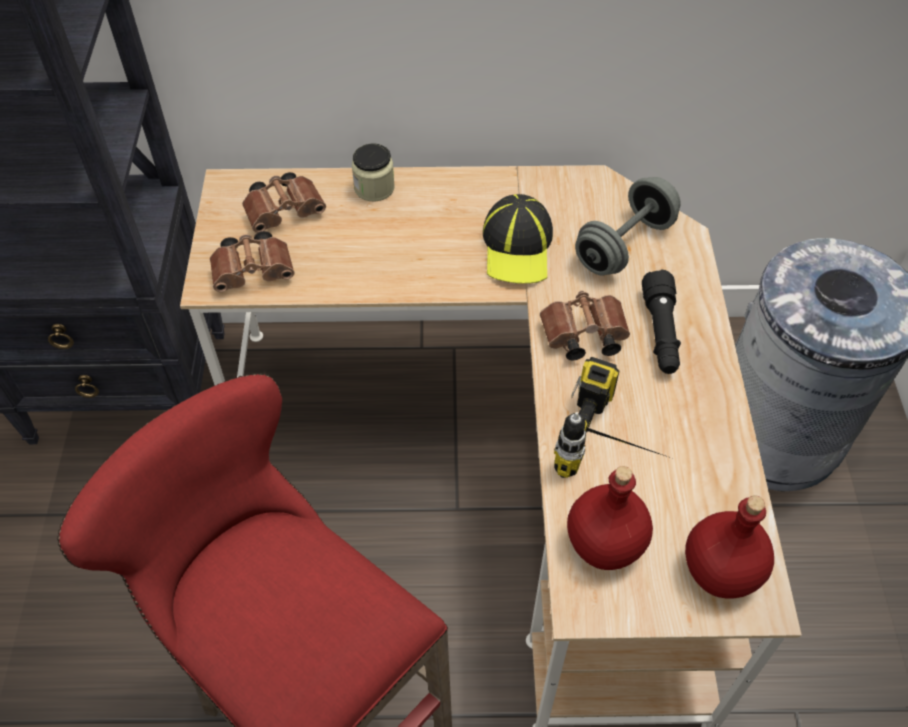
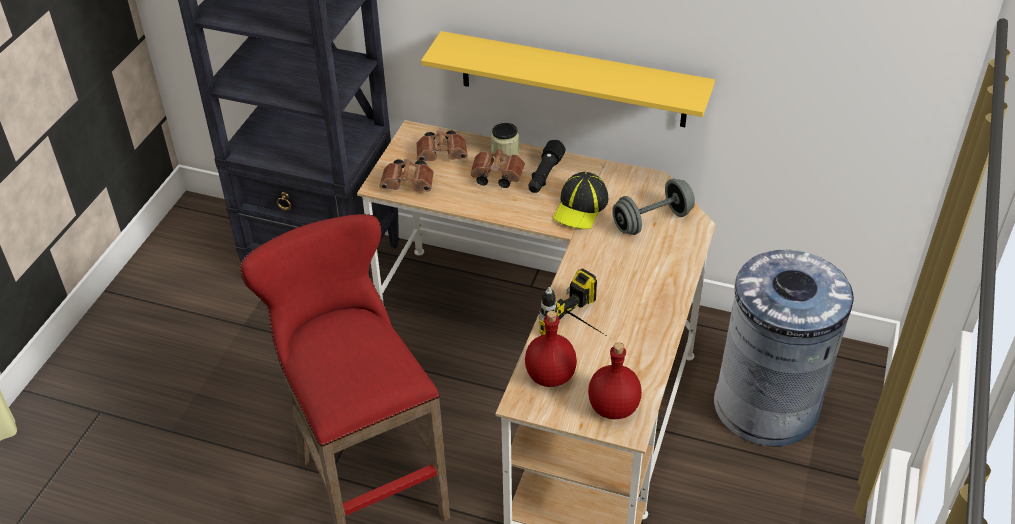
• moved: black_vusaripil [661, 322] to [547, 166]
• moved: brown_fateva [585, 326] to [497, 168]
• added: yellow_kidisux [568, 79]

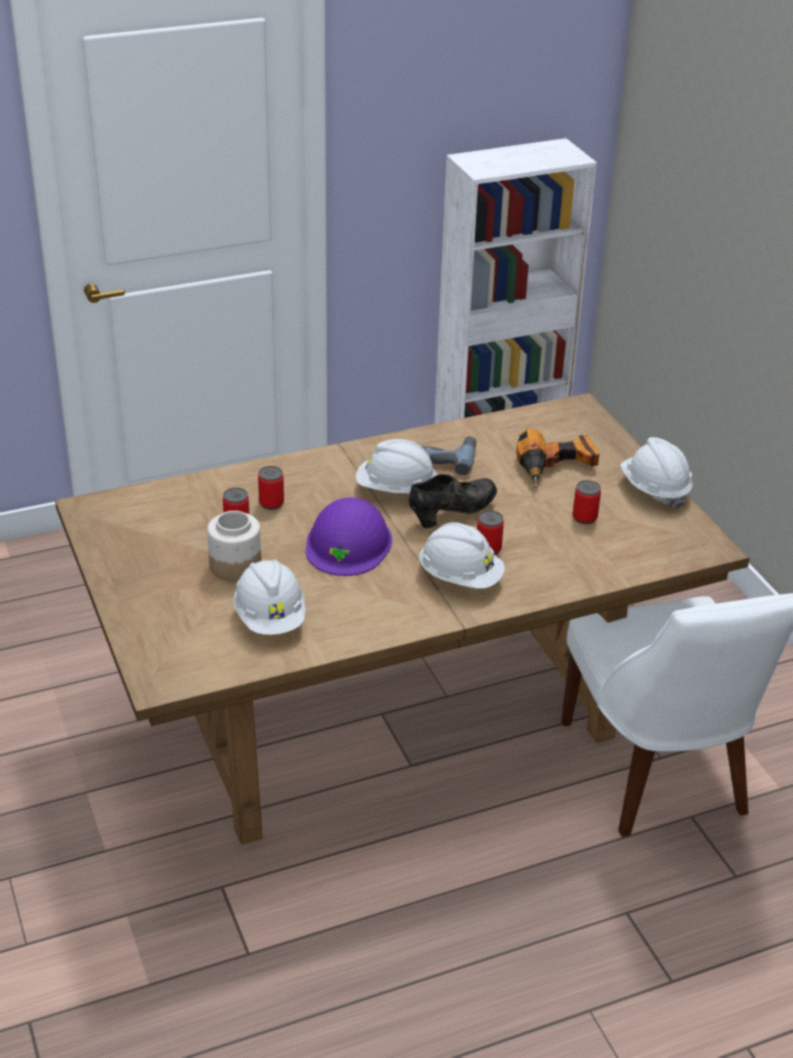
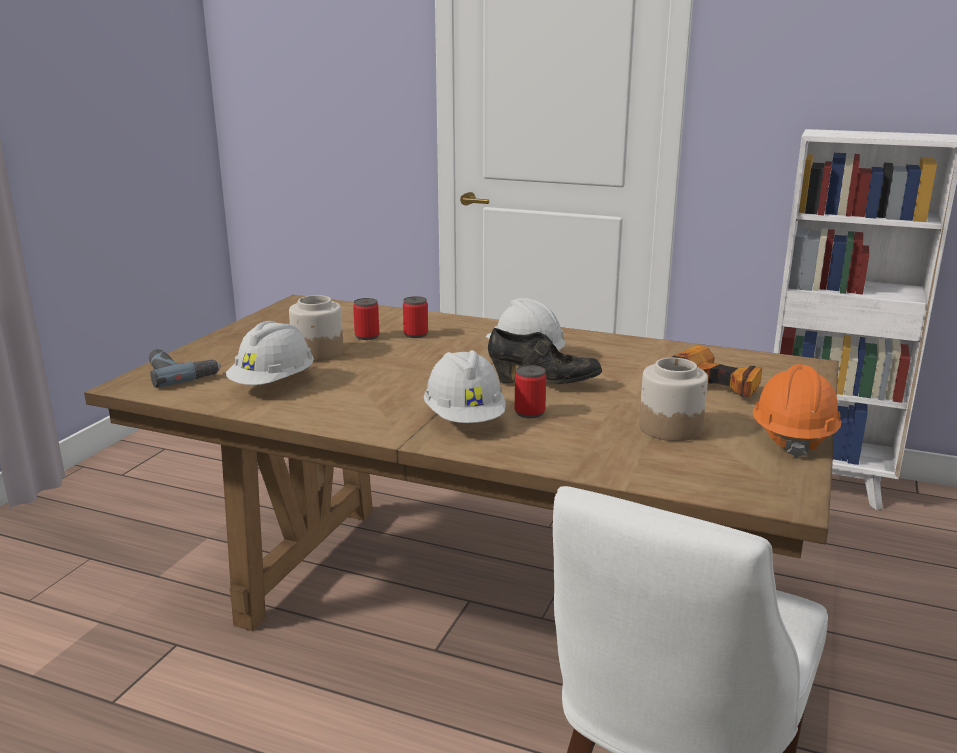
• moved: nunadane [449, 455] to [185, 368]
• recoloured: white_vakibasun [656, 473] to orange_vakibasun [797, 411]
• replaced: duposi [587, 502] to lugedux [673, 399]
• removed: purple_vakibasun [349, 536]

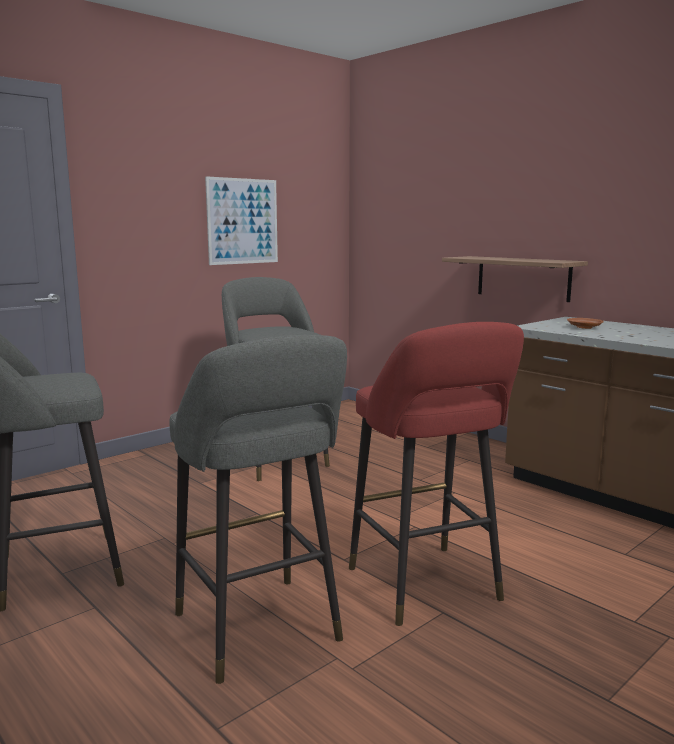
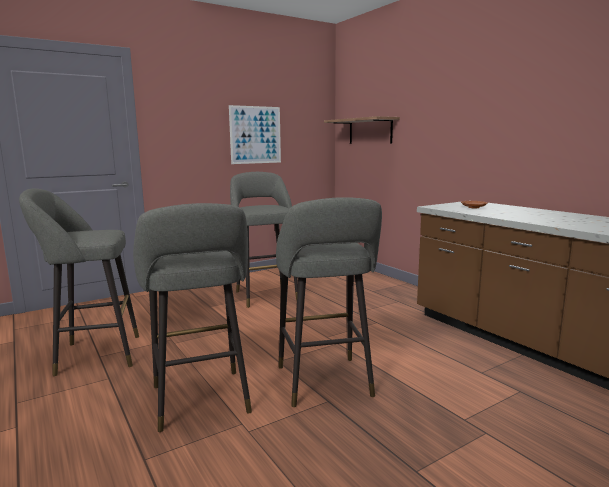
• moved: kidisux [515, 279] to [362, 130]
• recoloured: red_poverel [436, 474] to grey_poverel [329, 302]

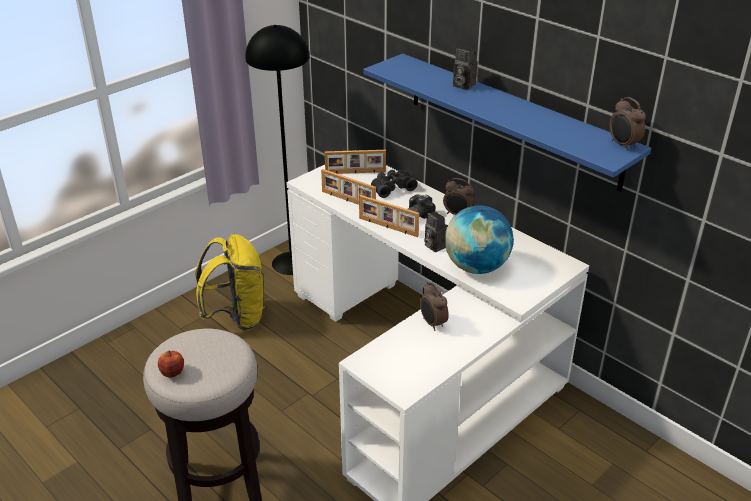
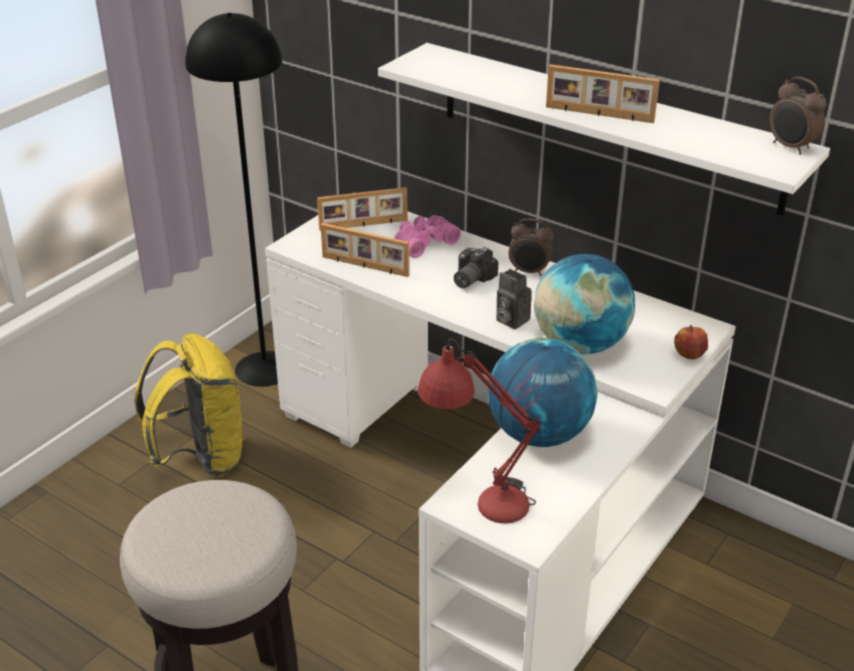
• removed: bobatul [465, 68]
• recoloured: blue_kidisux [507, 123] to white_kidisux [604, 129]
• recoloured: black_fateva [394, 184] to pink_fateva [427, 236]
• moved: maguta [389, 216] to [603, 93]
• replaced: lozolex [434, 306] to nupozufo [542, 392]
• moved: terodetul [171, 364] to [691, 342]
• added: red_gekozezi [479, 431]

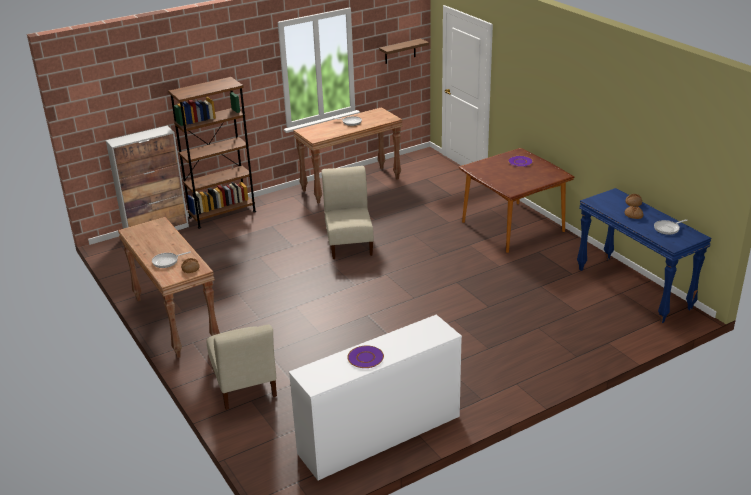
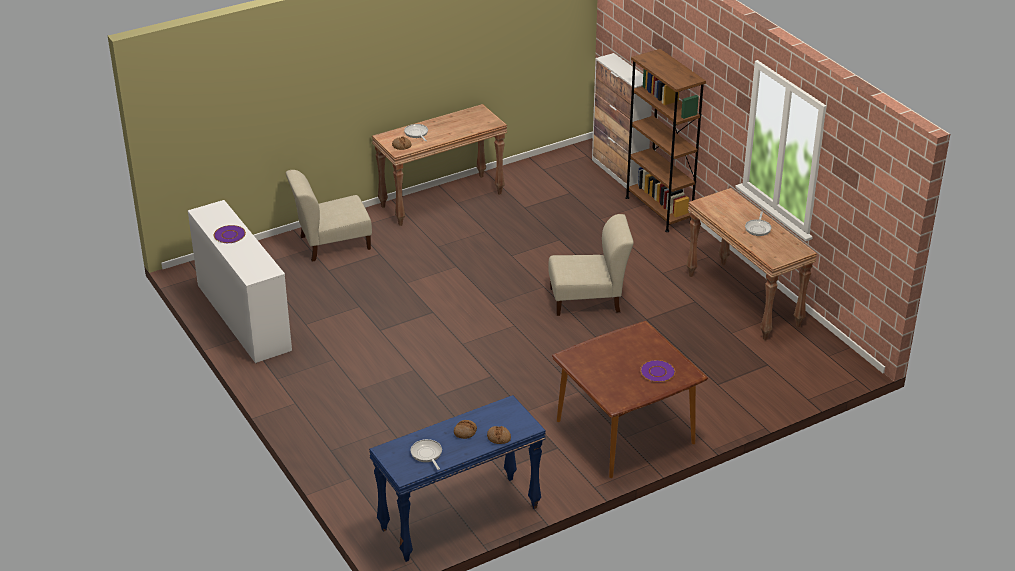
• removed: kidisux [404, 51]

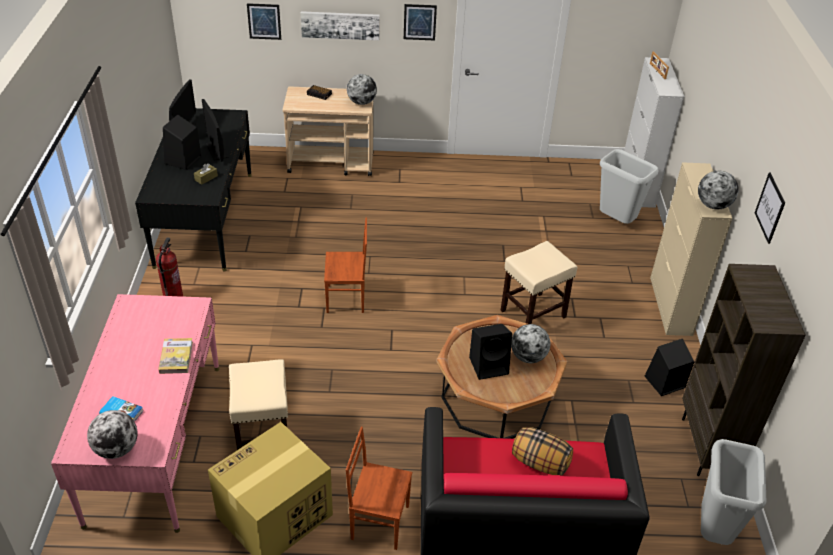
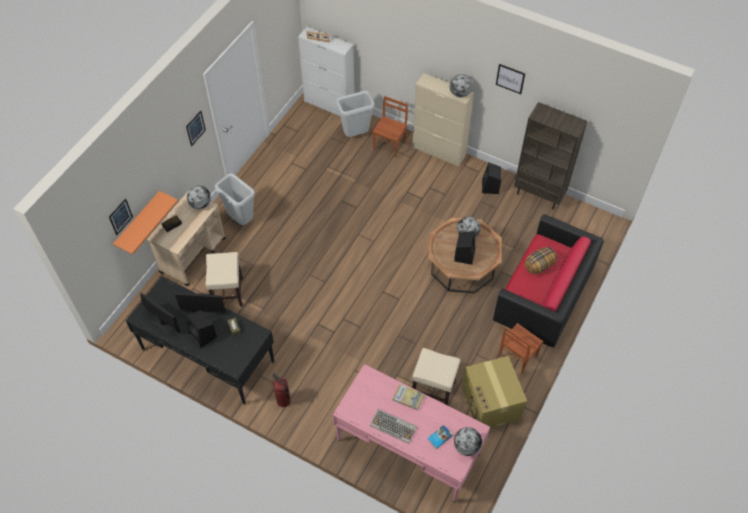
• removed: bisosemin [340, 25]
• moved: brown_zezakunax [345, 265] to [390, 127]
• moved: beige_poverel [539, 282] to [224, 279]
• moved: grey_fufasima [733, 492] to [235, 199]
• added: orange_kidisux [145, 223]
• added: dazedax [393, 426]

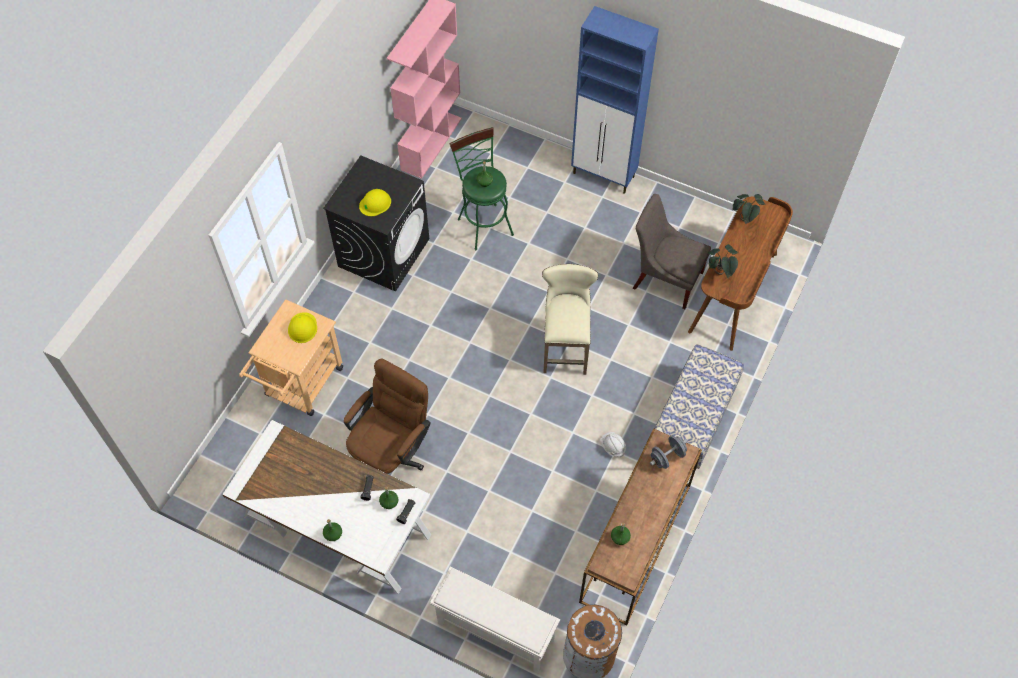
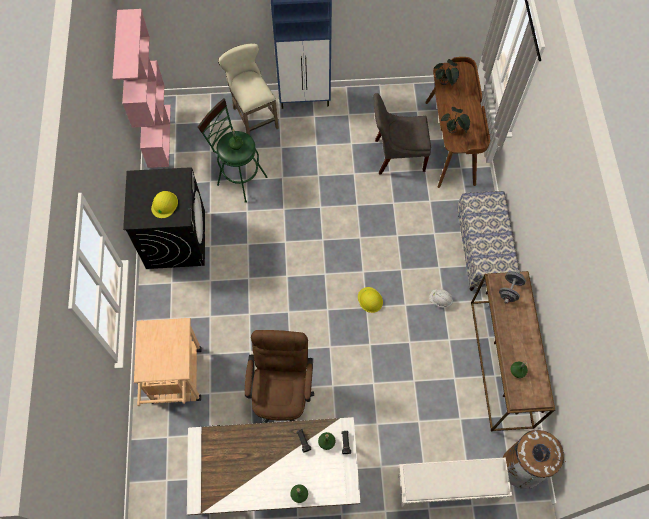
• moved: beige_poverel [570, 319] to [248, 89]
• moved: yellow_vakibasun [302, 327] to [370, 300]

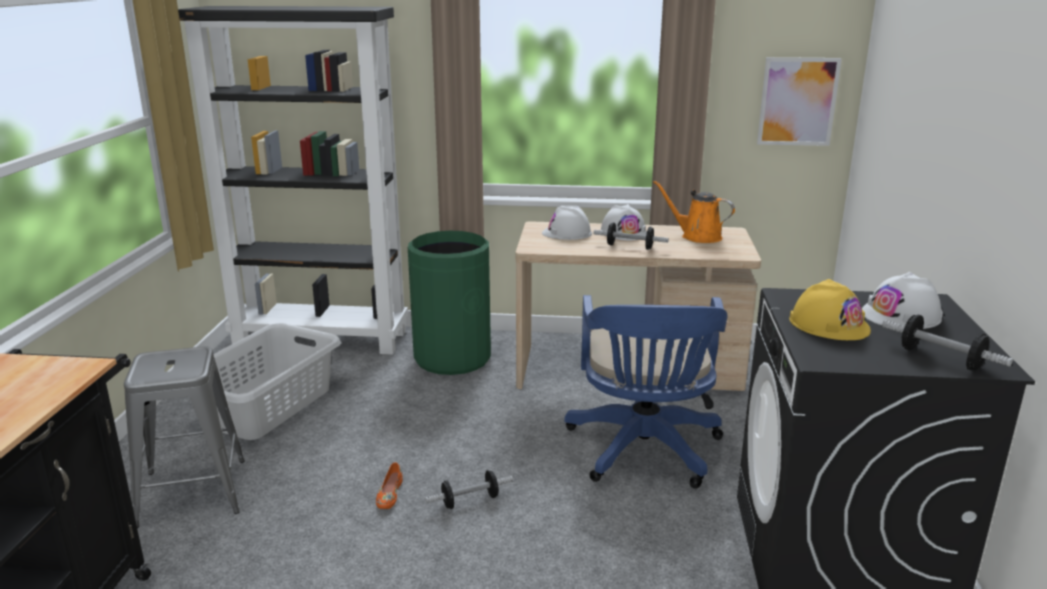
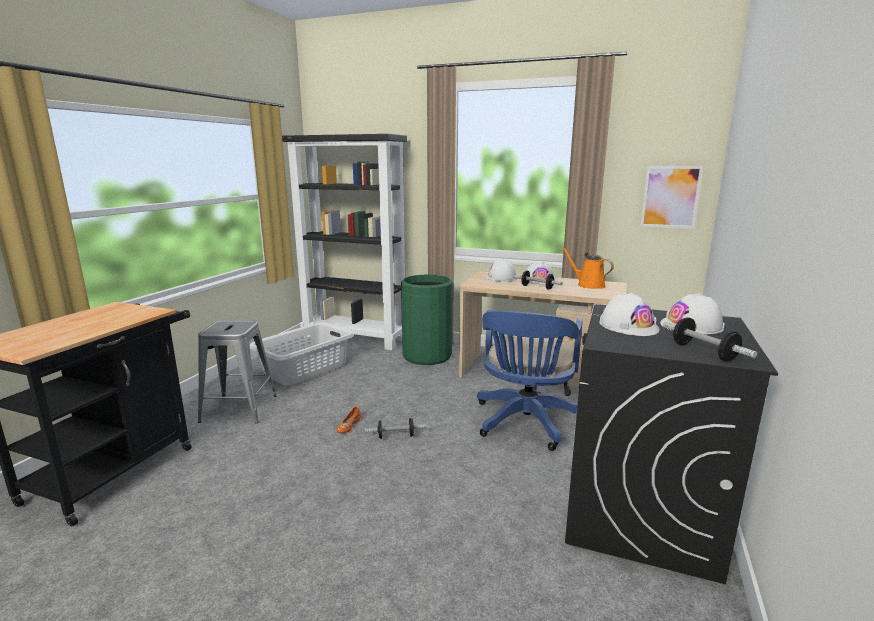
• recoloured: yellow_vakibasun [830, 309] to white_vakibasun [629, 314]

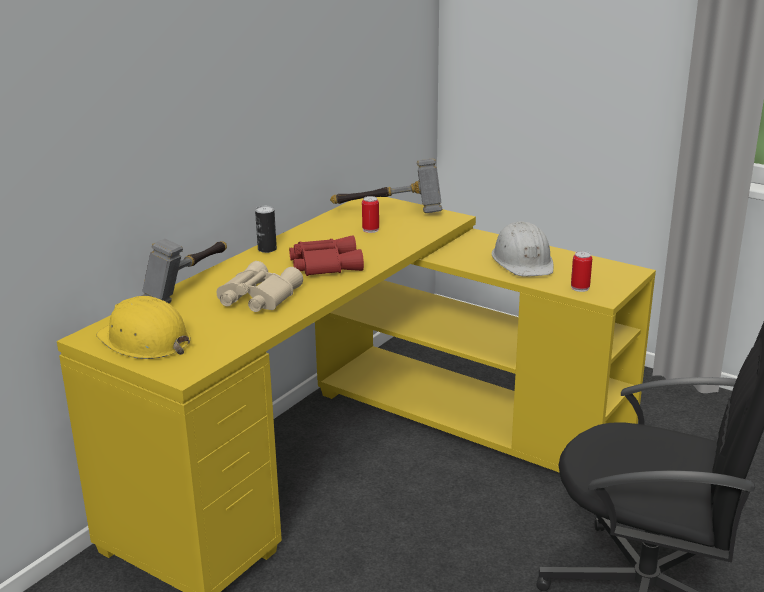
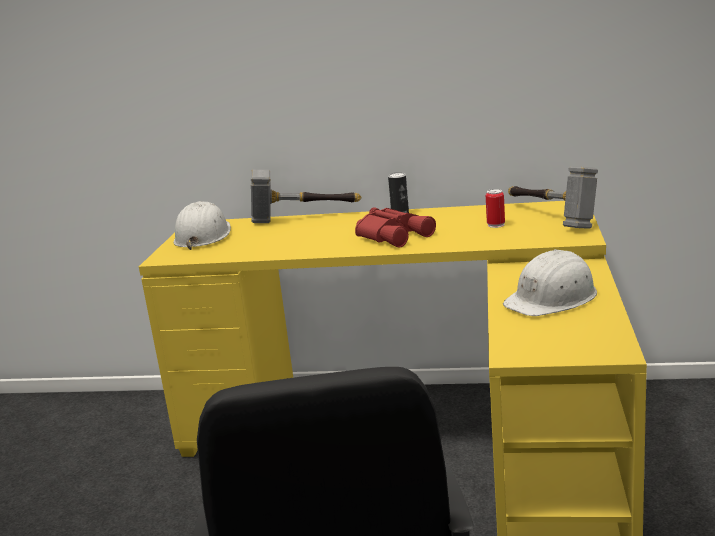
• removed: duposi [581, 271]
• removed: beige_fateva [260, 286]
• recoloured: yellow_vakibasun [143, 327] to white_vakibasun [202, 225]

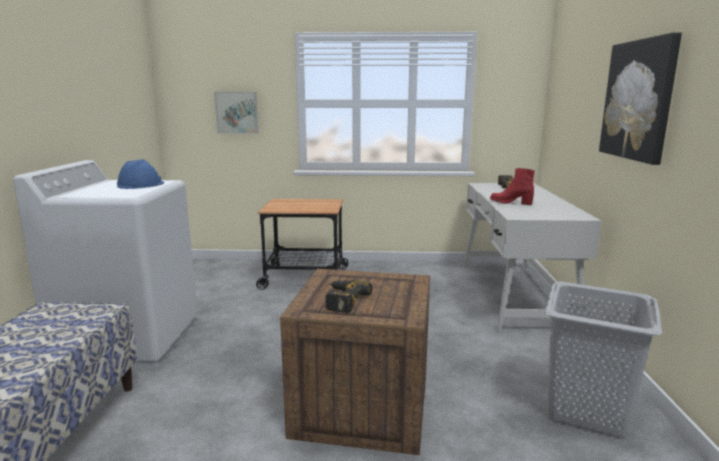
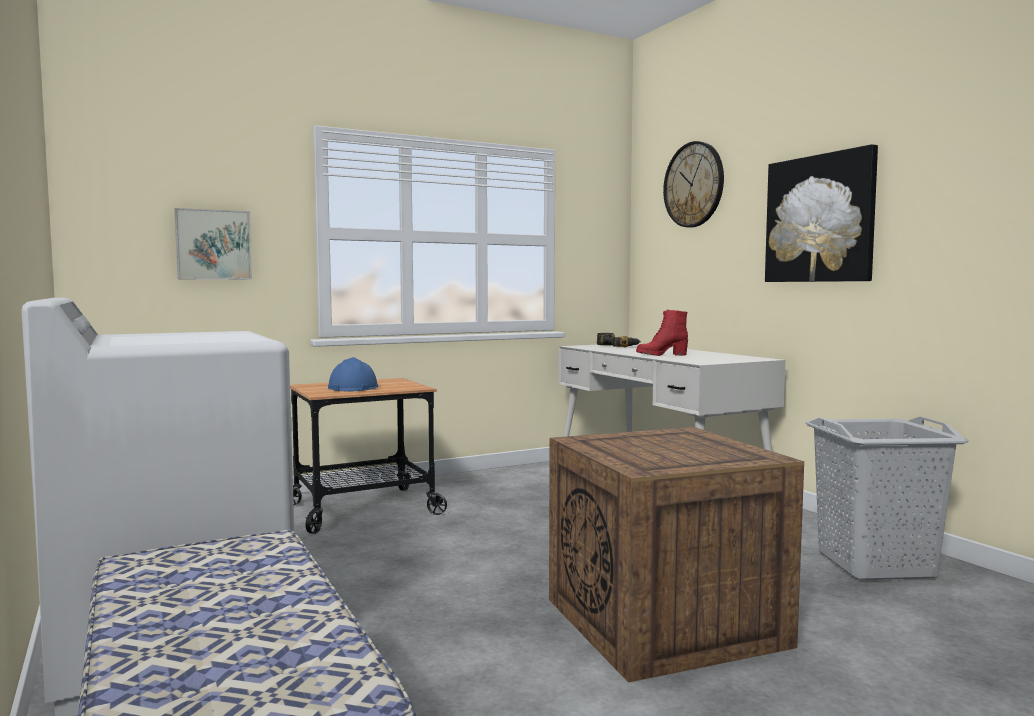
• moved: blue_vakibasun [140, 174] to [353, 374]
• removed: nunadane [348, 296]
• added: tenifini [693, 184]

